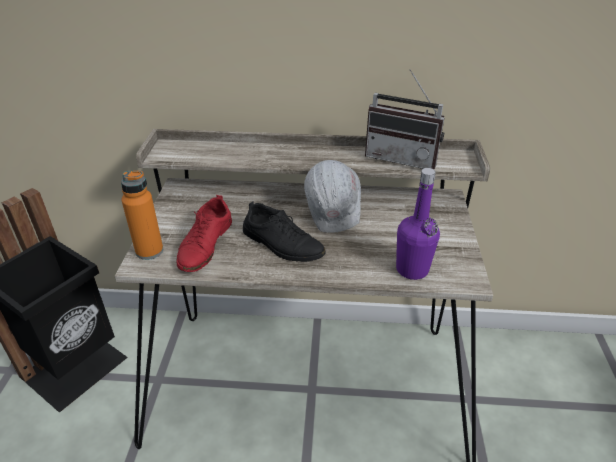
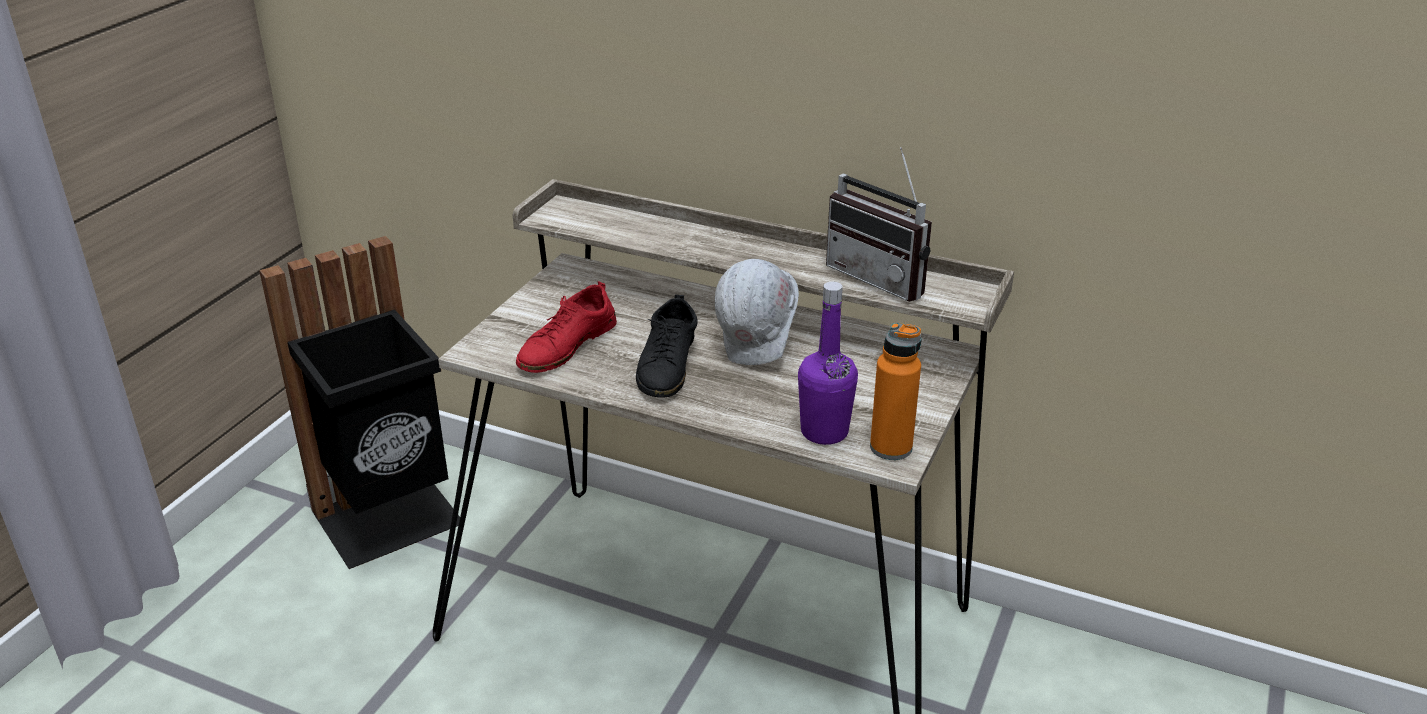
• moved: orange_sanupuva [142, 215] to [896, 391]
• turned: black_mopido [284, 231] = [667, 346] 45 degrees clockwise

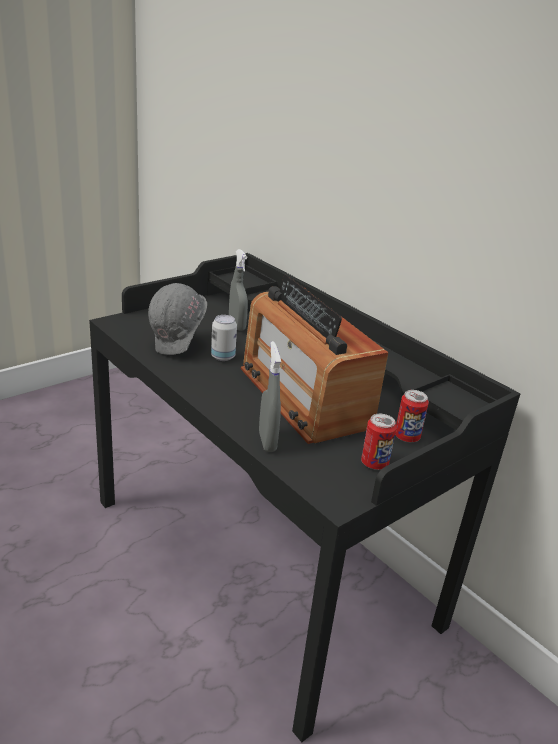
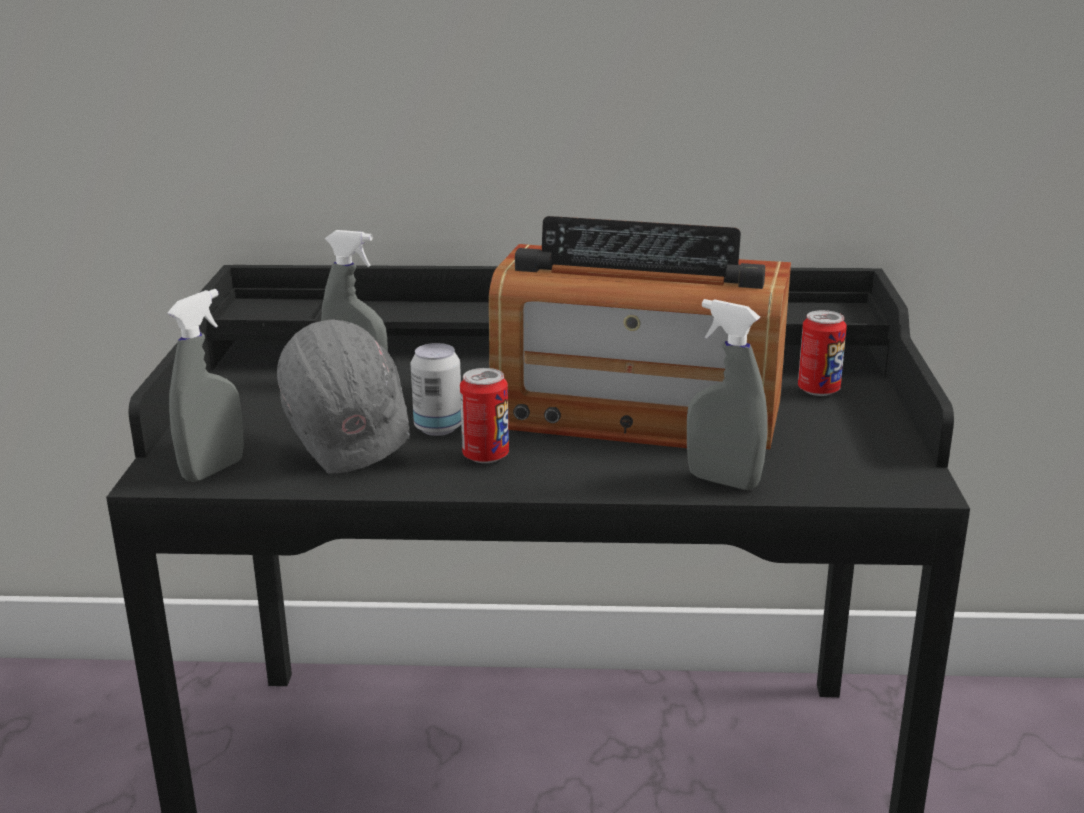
• moved: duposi [379, 442] to [484, 415]
• added: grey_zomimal [205, 385]

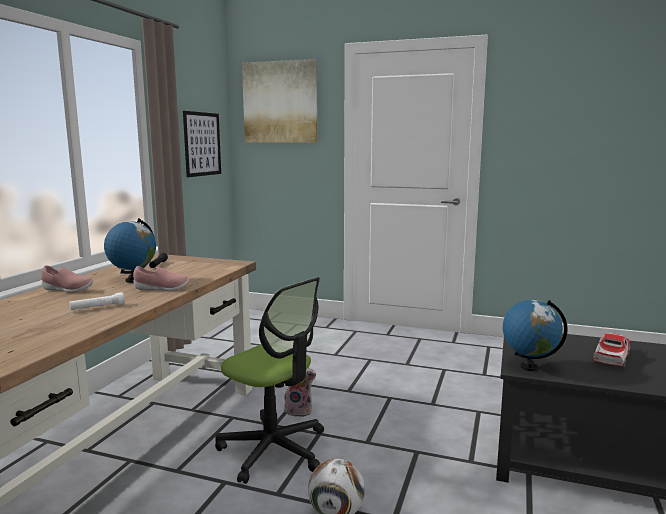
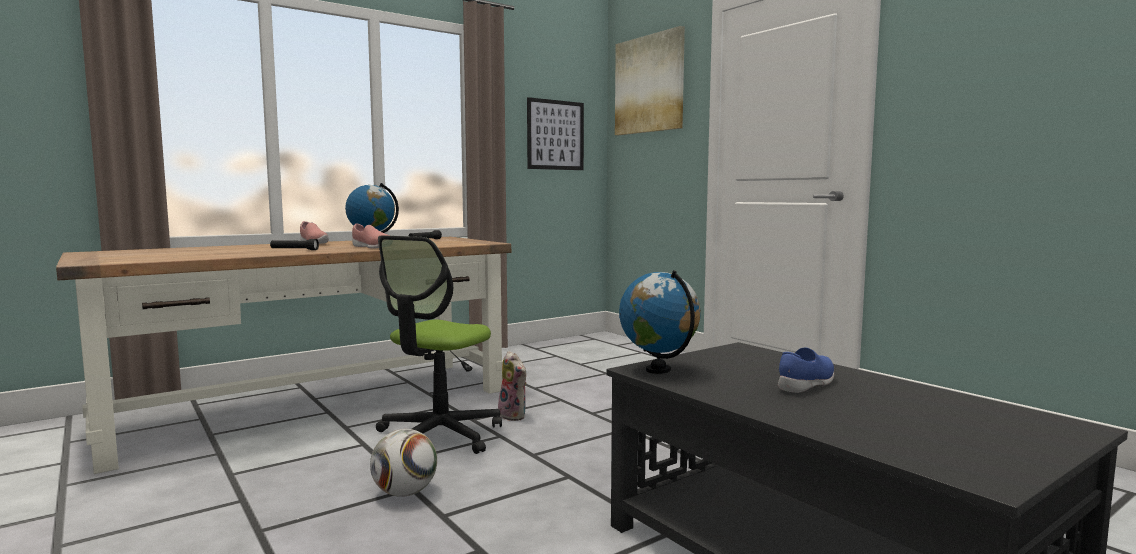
• turned: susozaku [269, 380] = [439, 344] 45 degrees clockwise
• recoloured: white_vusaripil [97, 301] to black_vusaripil [294, 244]
• replaced: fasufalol [611, 350] to blue_mopido [806, 370]

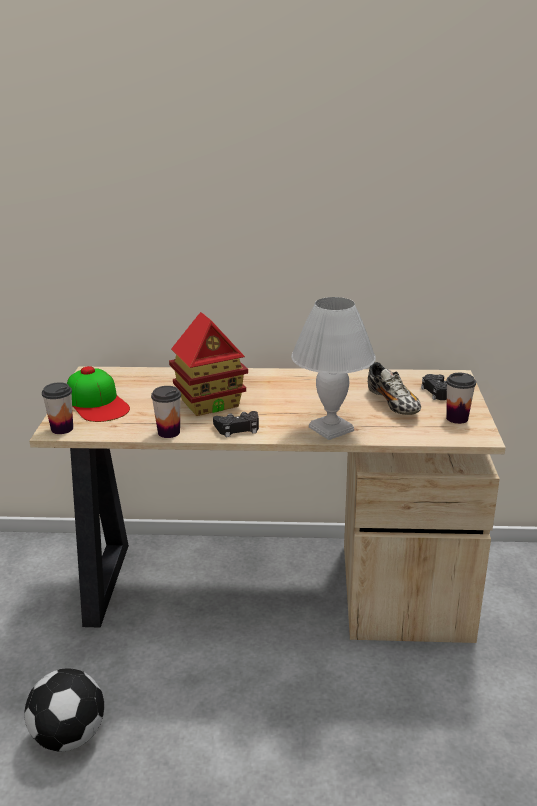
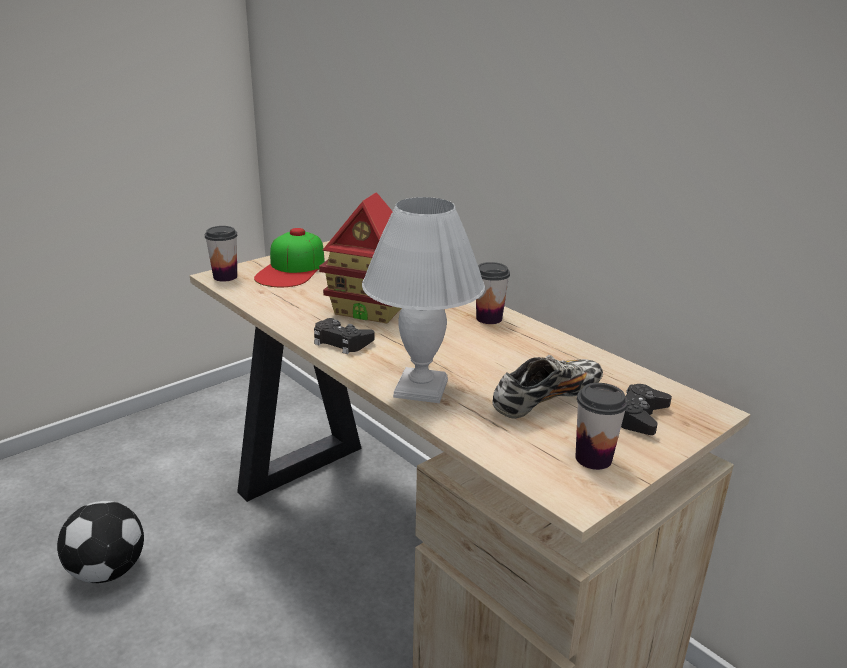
• turned: mopido [394, 388] = [548, 387] 150 degrees counterclockwise
• moved: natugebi [166, 412] to [493, 293]

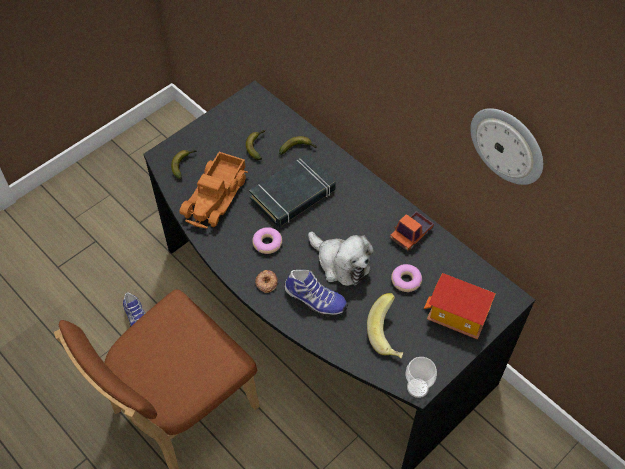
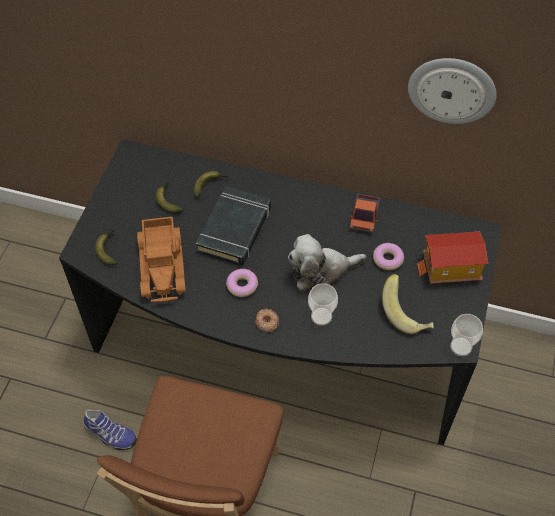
• turned: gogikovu [341, 259] = [327, 262] 150 degrees clockwise
• replaced: mopido [316, 293] to natugebi [323, 304]

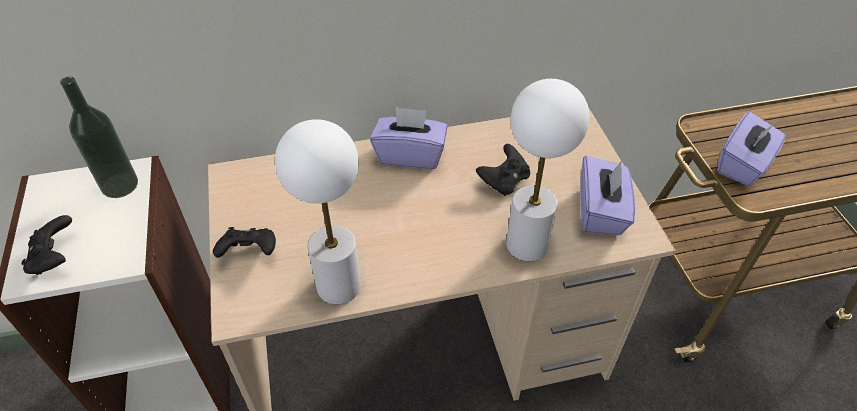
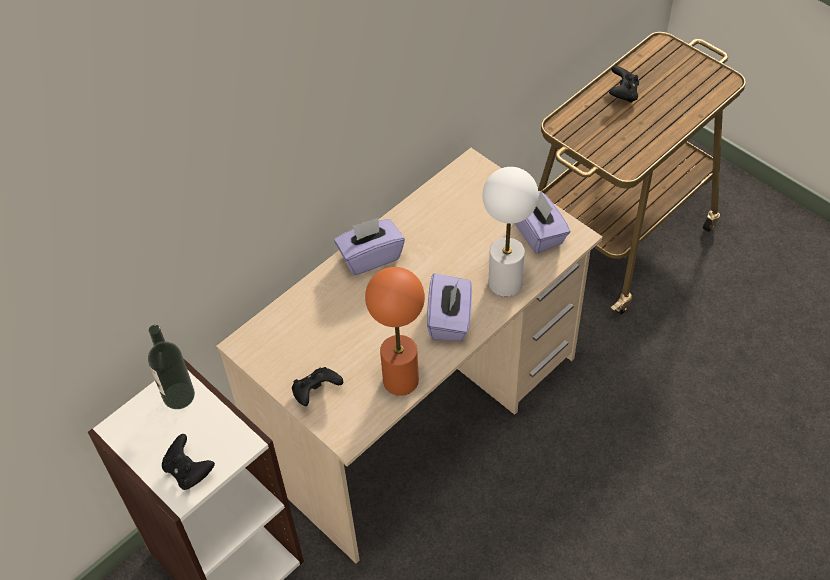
• moved: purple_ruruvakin [751, 149] to [449, 307]
• recoloured: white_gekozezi [318, 211] to orange_gekozezi [395, 331]
• moved: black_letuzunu [503, 170] to [624, 84]

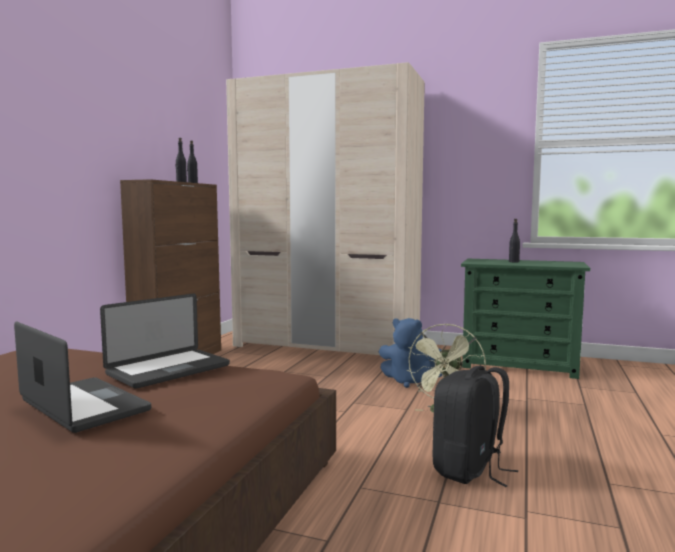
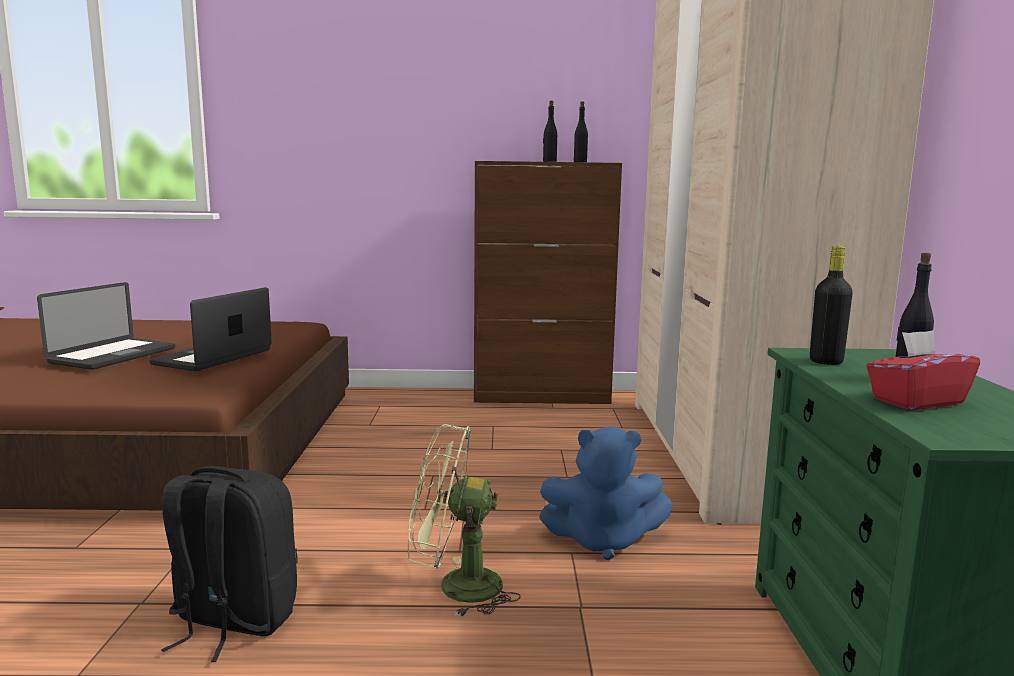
• turned: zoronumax [165, 341] = [210, 329] 90 degrees clockwise
• turned: blue_gogikovu [411, 353] = [606, 493] 90 degrees counterclockwise
• added: black_sanupuva [831, 305]
• added: red_ruruvakin [923, 370]

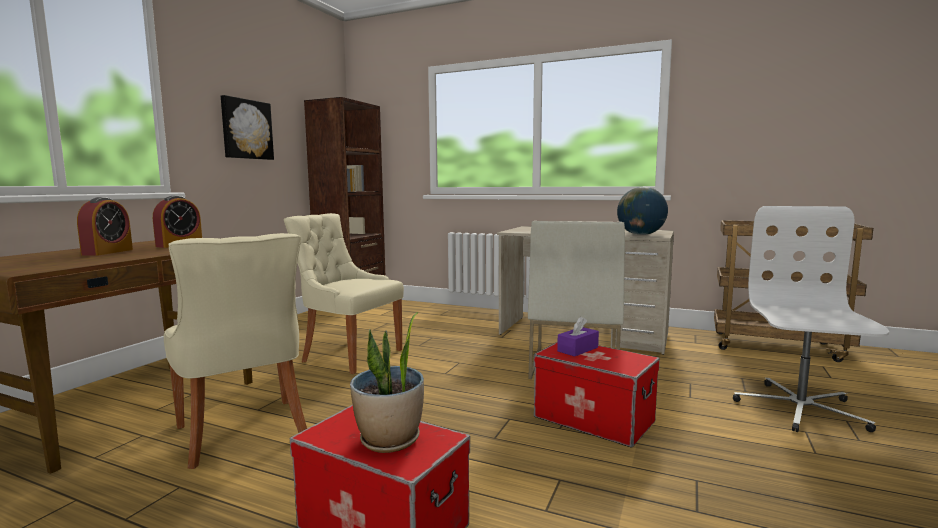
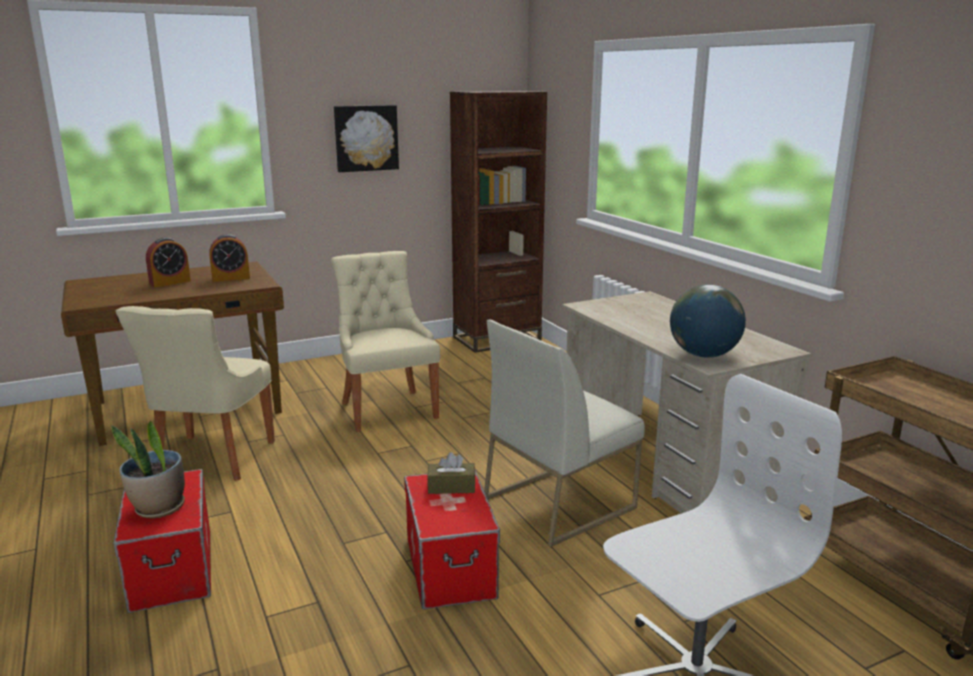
• recoloured: purple_ruruvakin [578, 336] to brown_ruruvakin [451, 473]

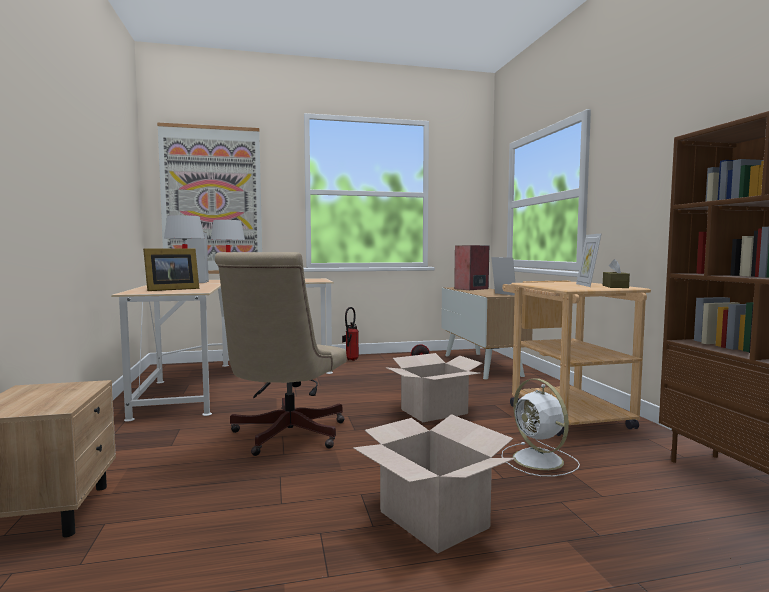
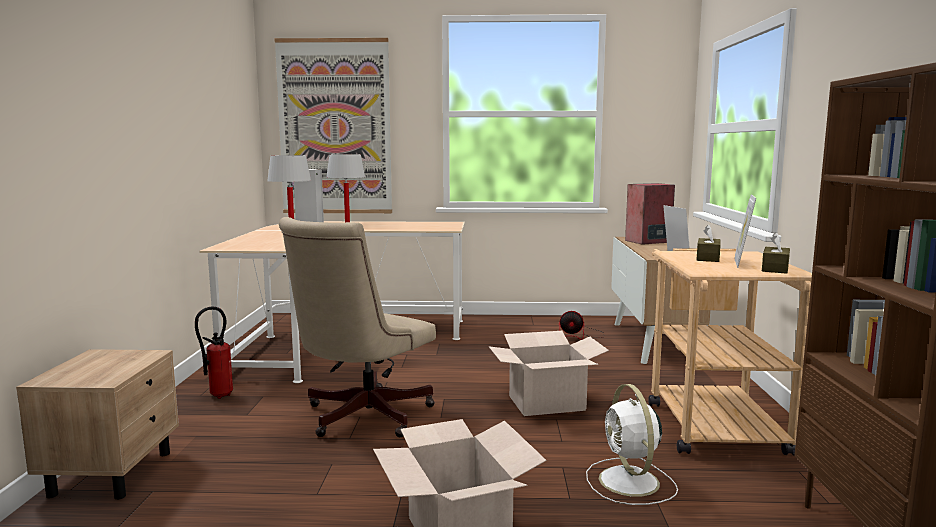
• removed: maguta [171, 269]
• moved: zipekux [350, 334] to [214, 353]
• added: brown_ruruvakin [708, 243]

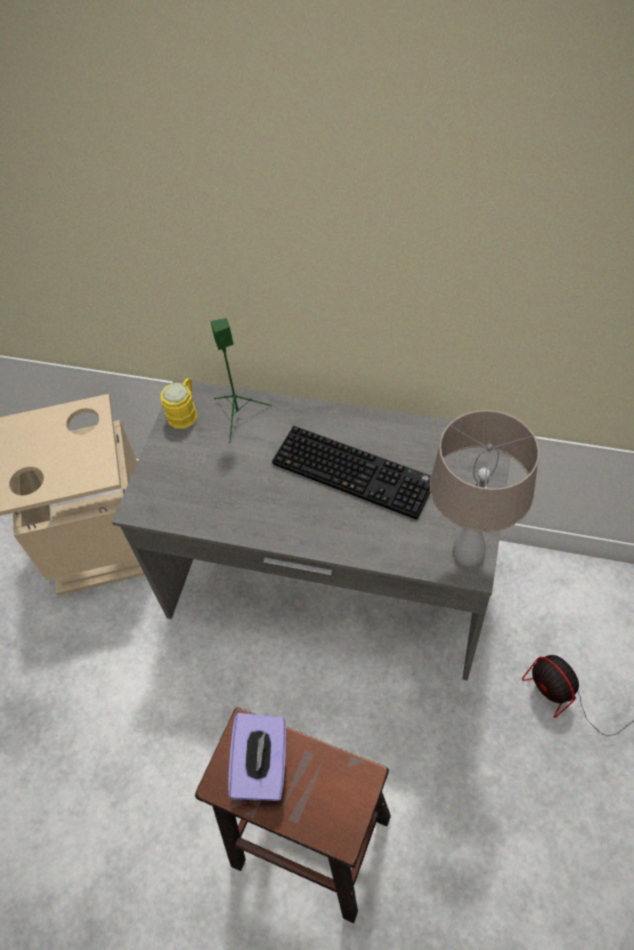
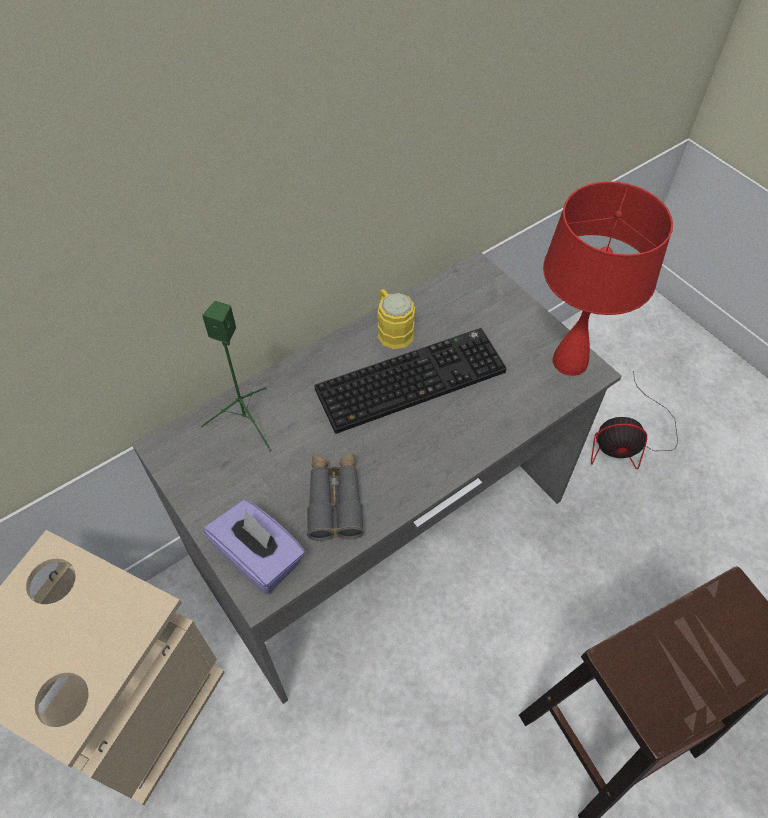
• moved: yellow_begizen [179, 403] to [396, 319]
• recoloured: beige_gekozezi [484, 488] to red_gekozezi [608, 278]
• moved: purple_ruruvakin [257, 757] to [254, 547]
• added: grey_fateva [335, 497]

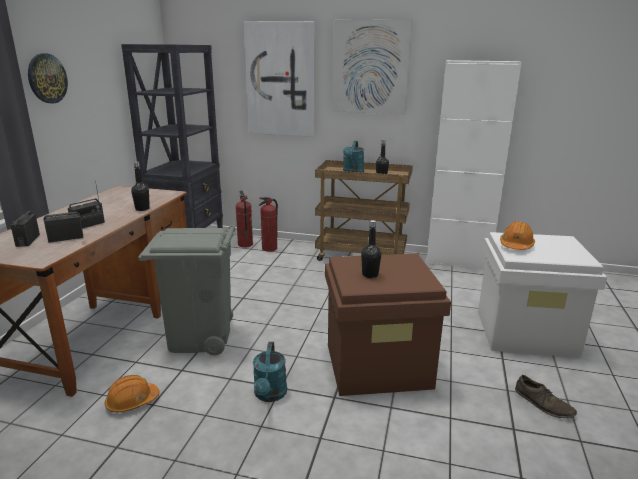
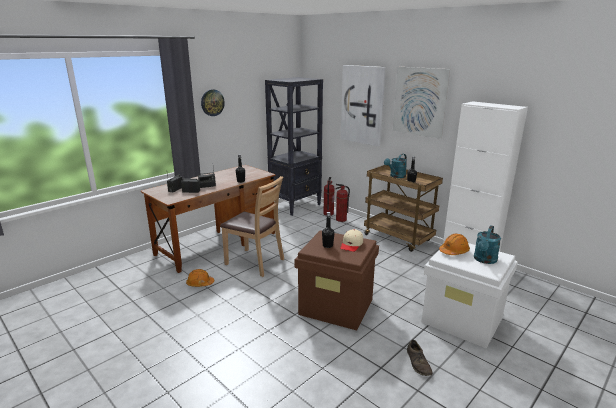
• replaced: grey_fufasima [187, 290] to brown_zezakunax [252, 226]
• moved: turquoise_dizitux [270, 372] to [487, 244]
• added: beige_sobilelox [351, 240]

